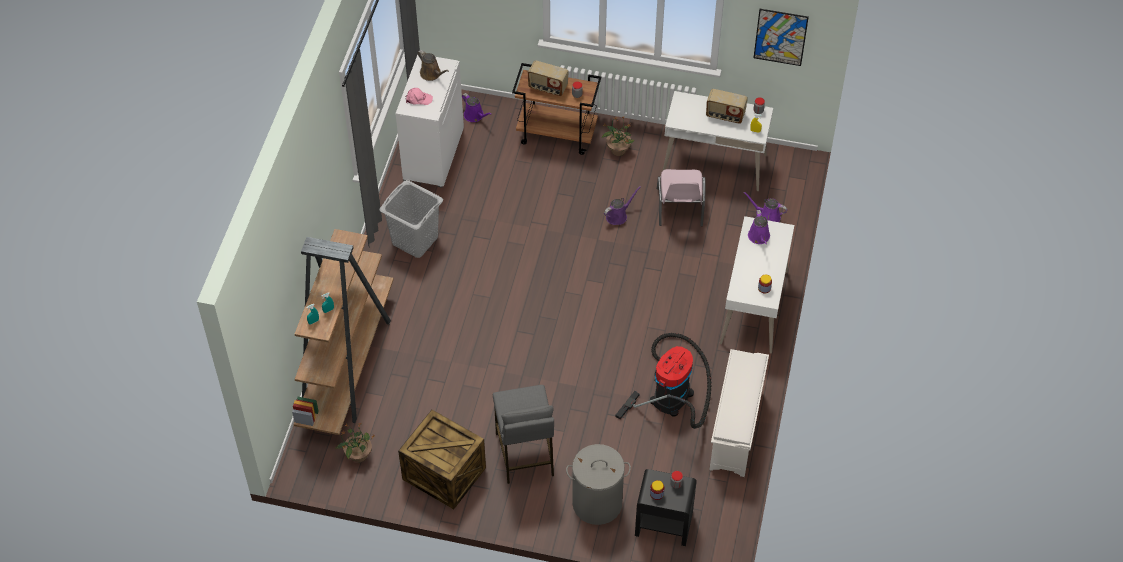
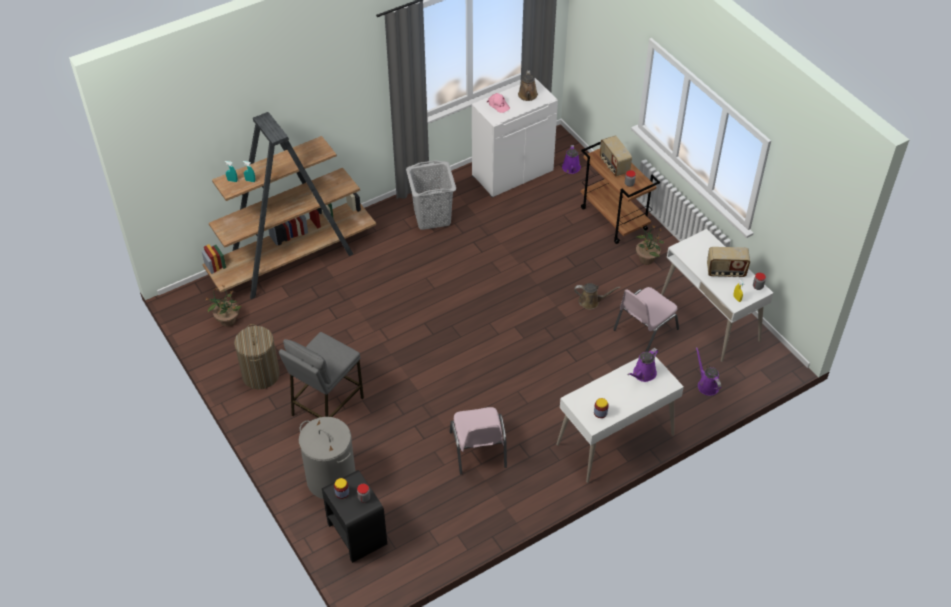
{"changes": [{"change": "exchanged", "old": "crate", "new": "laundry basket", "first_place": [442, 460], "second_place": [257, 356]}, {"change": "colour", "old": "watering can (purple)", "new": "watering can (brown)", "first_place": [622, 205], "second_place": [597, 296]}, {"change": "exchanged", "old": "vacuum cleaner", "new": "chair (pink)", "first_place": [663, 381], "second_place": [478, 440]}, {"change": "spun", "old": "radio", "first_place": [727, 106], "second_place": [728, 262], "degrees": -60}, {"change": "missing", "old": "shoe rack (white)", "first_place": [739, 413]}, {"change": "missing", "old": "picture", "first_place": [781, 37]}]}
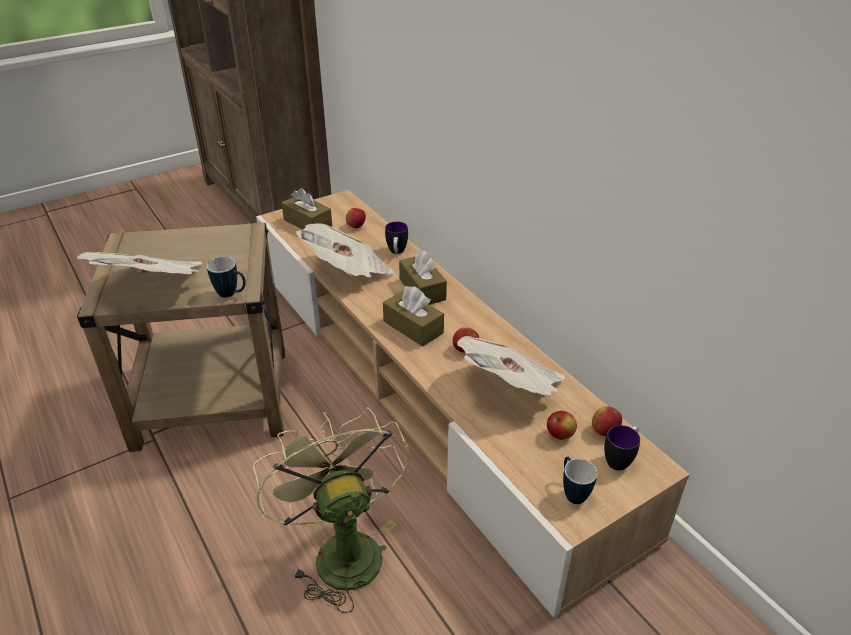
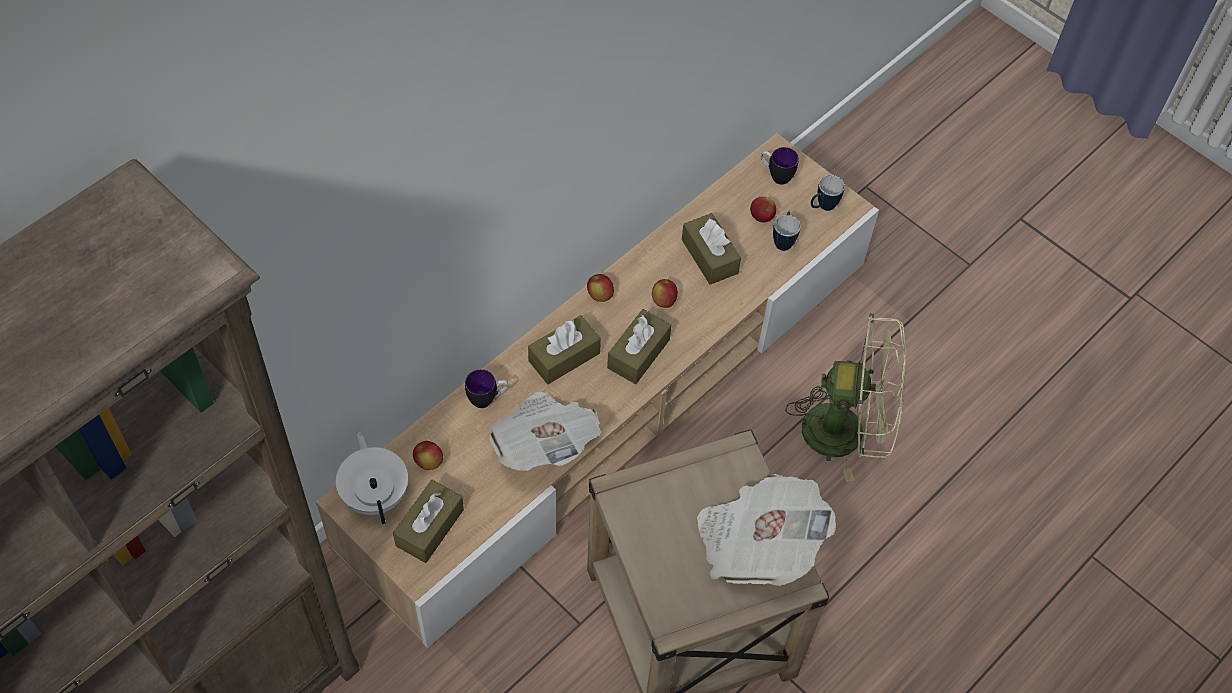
{"changes": [{"change": "relocated", "old": "mug", "first_place": [226, 277], "second_place": [787, 231]}, {"change": "spun", "old": "fan (green)", "first_place": [331, 510], "second_place": [845, 397], "degrees": -135}, {"change": "exchanged", "old": "newspaper", "new": "tissue box (brown)", "first_place": [511, 366], "second_place": [711, 249]}, {"change": "relocated", "old": "apple", "first_place": [607, 421], "second_place": [600, 288]}, {"change": "appeared", "new": "teapot (white)", "second_place": [372, 478]}]}
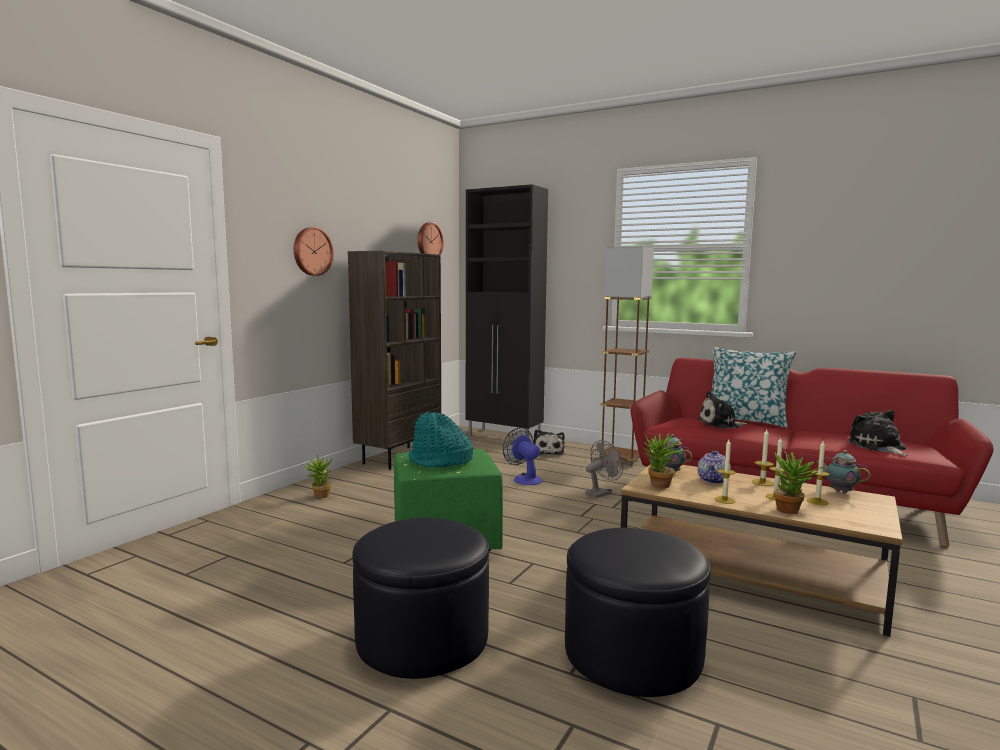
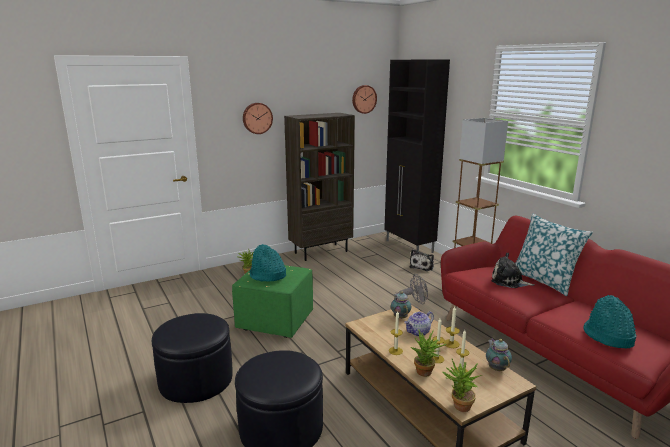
{"changes": [{"change": "missing", "old": "fan", "first_place": [523, 456]}, {"change": "relocated", "old": "potted plant", "first_place": [662, 460], "second_place": [463, 385]}, {"change": "exchanged", "old": "plush toy", "new": "hat (turquoise)", "first_place": [878, 433], "second_place": [610, 321]}]}
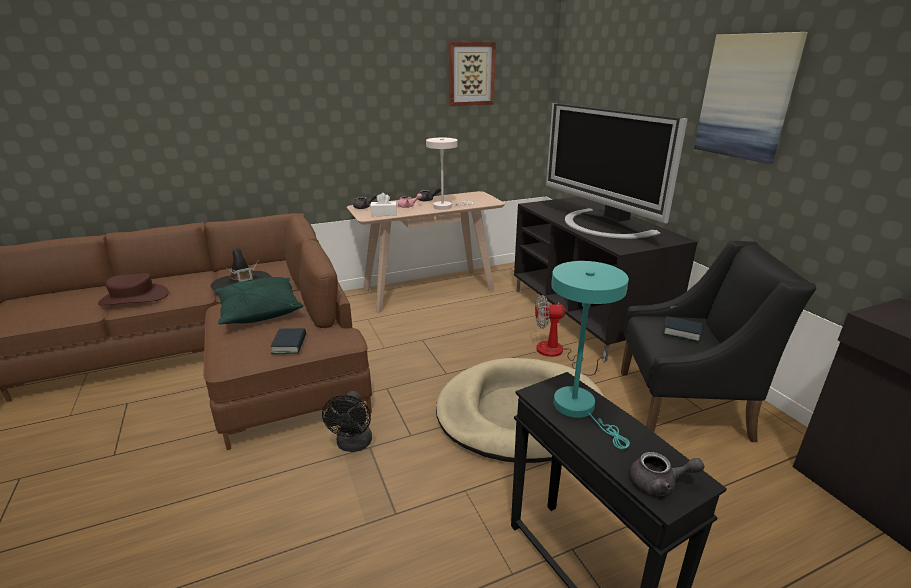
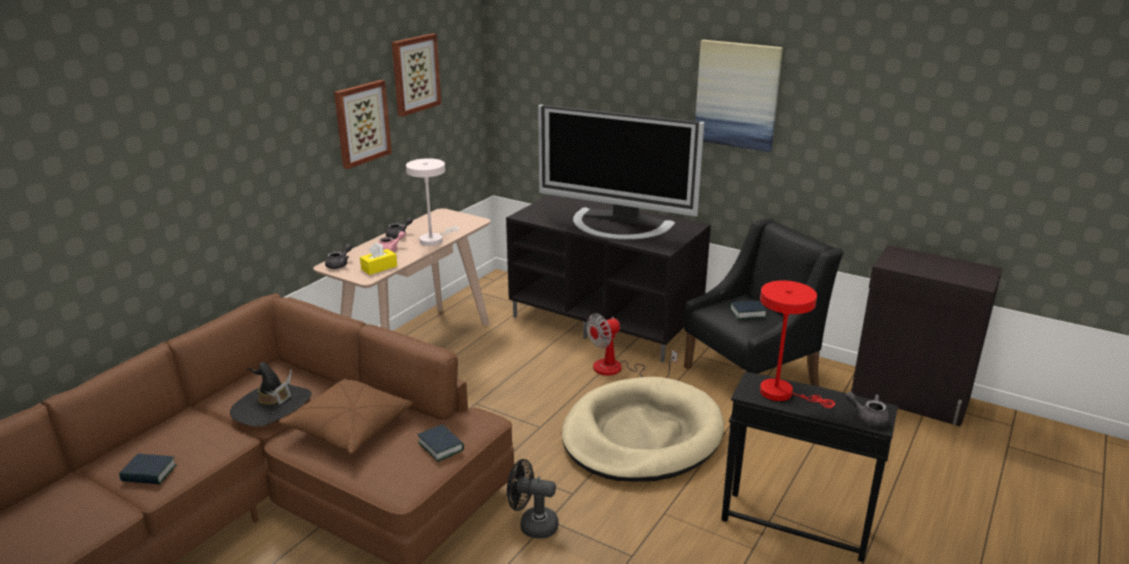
{"changes": [{"change": "exchanged", "old": "hat (brown)", "new": "book", "first_place": [133, 289], "second_place": [148, 469]}, {"change": "colour", "old": "pillow (green)", "new": "pillow (brown)", "first_place": [259, 300], "second_place": [346, 416]}, {"change": "spun", "old": "fan (black)", "first_place": [347, 421], "second_place": [533, 499], "degrees": 135}, {"change": "colour", "old": "tissue box (white)", "new": "tissue box (yellow)", "first_place": [384, 204], "second_place": [378, 258]}, {"change": "colour", "old": "table lamp (turquoise)", "new": "table lamp (red)", "first_place": [590, 355], "second_place": [797, 344]}, {"change": "spun", "old": "teapot (grey)", "first_place": [667, 474], "second_place": [867, 409], "degrees": -120}, {"change": "appeared", "new": "picture", "second_place": [363, 124]}]}
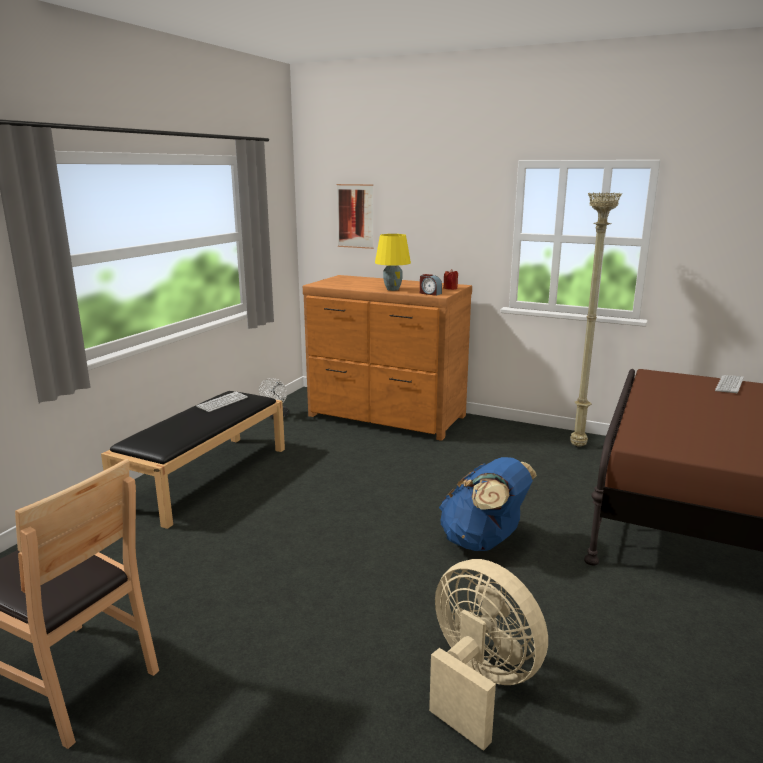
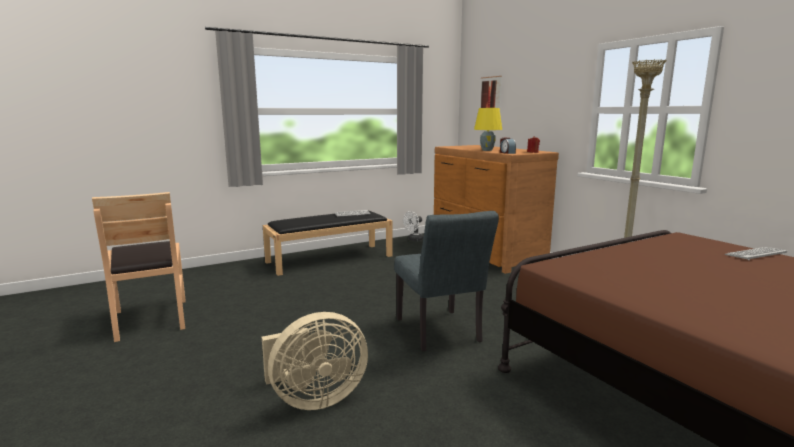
{"changes": [{"change": "spun", "old": "fan (beige)", "first_place": [488, 655], "second_place": [315, 361], "degrees": 75}, {"change": "exchanged", "old": "backpack (blue)", "new": "chair (grey)", "first_place": [488, 504], "second_place": [446, 281]}]}
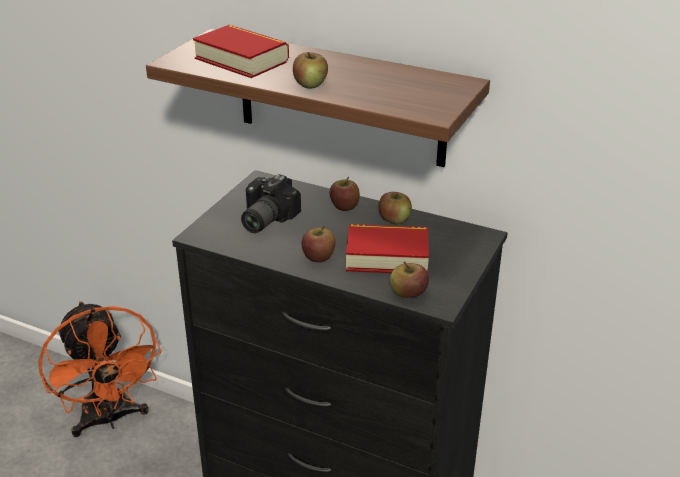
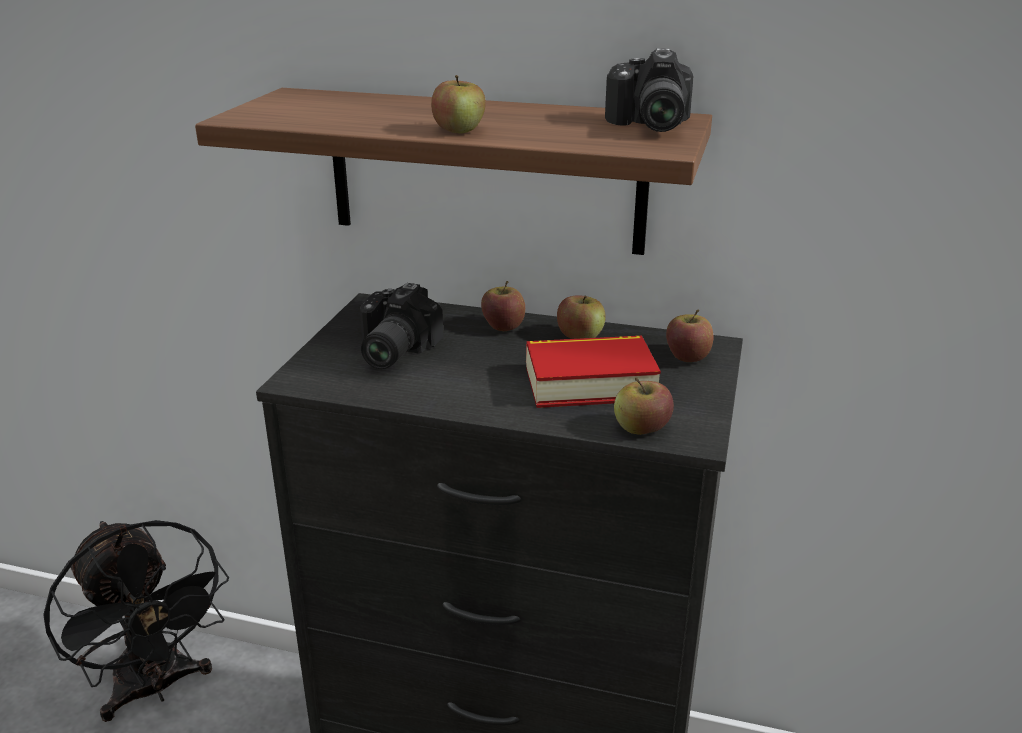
{"changes": [{"change": "colour", "old": "fan (orange)", "new": "fan (black)", "first_place": [100, 369], "second_place": [136, 621]}, {"change": "missing", "old": "book", "first_place": [241, 51]}, {"change": "relocated", "old": "apple", "first_place": [319, 244], "second_place": [690, 336]}, {"change": "appeared", "new": "photo camera", "second_place": [649, 90]}]}
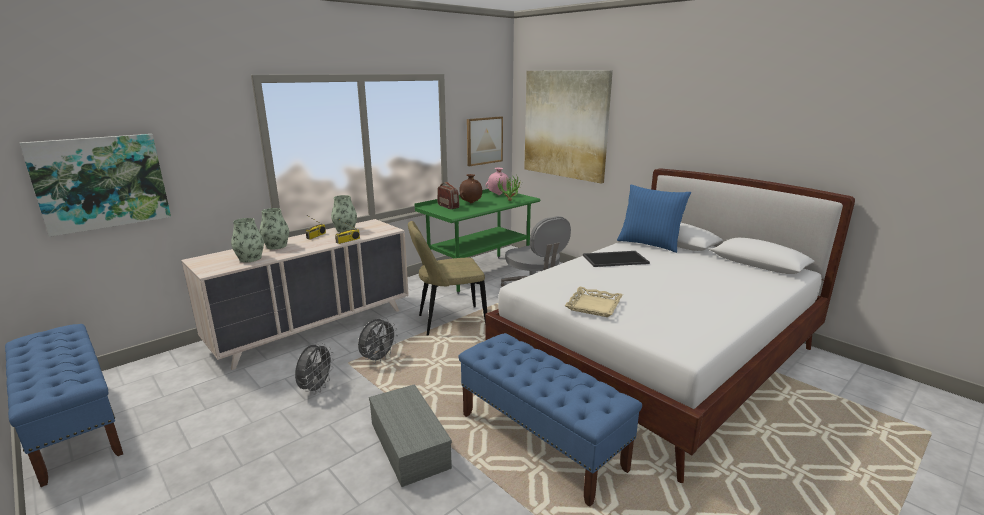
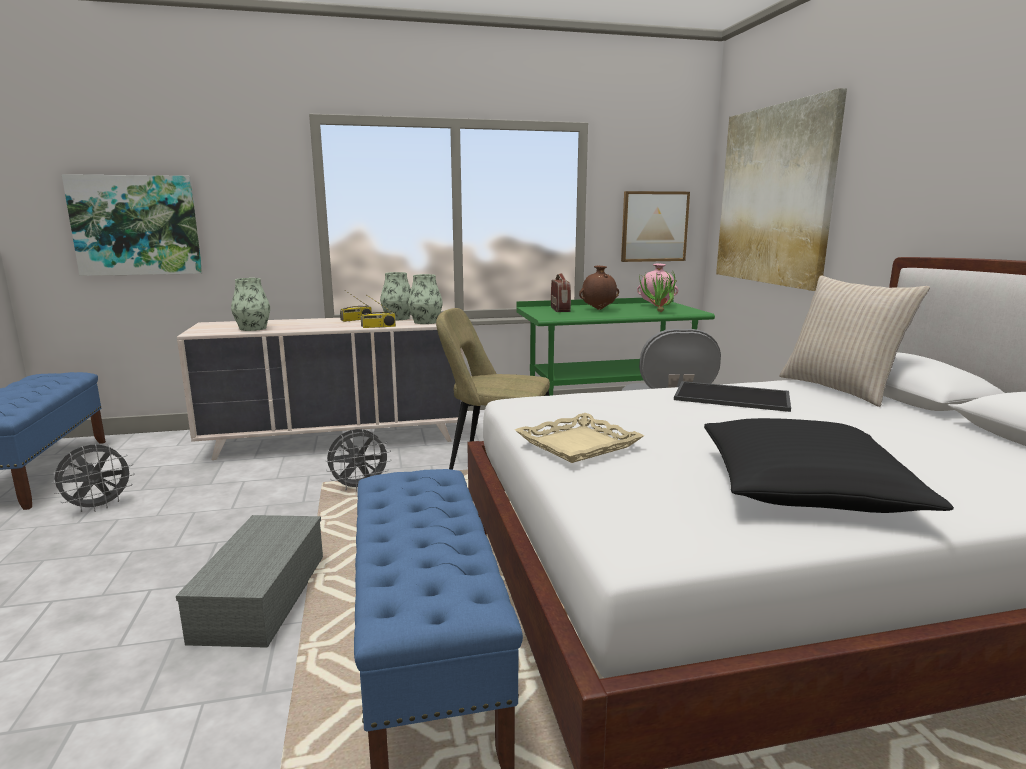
{"changes": [{"change": "relocated", "old": "vase", "first_place": [274, 228], "second_place": [425, 299]}, {"change": "relocated", "old": "fan (grey)", "first_place": [314, 368], "second_place": [93, 478]}, {"change": "colour", "old": "pillow (blue)", "new": "pillow (beige)", "first_place": [654, 218], "second_place": [854, 341]}, {"change": "appeared", "new": "pillow (black)", "second_place": [829, 465]}]}
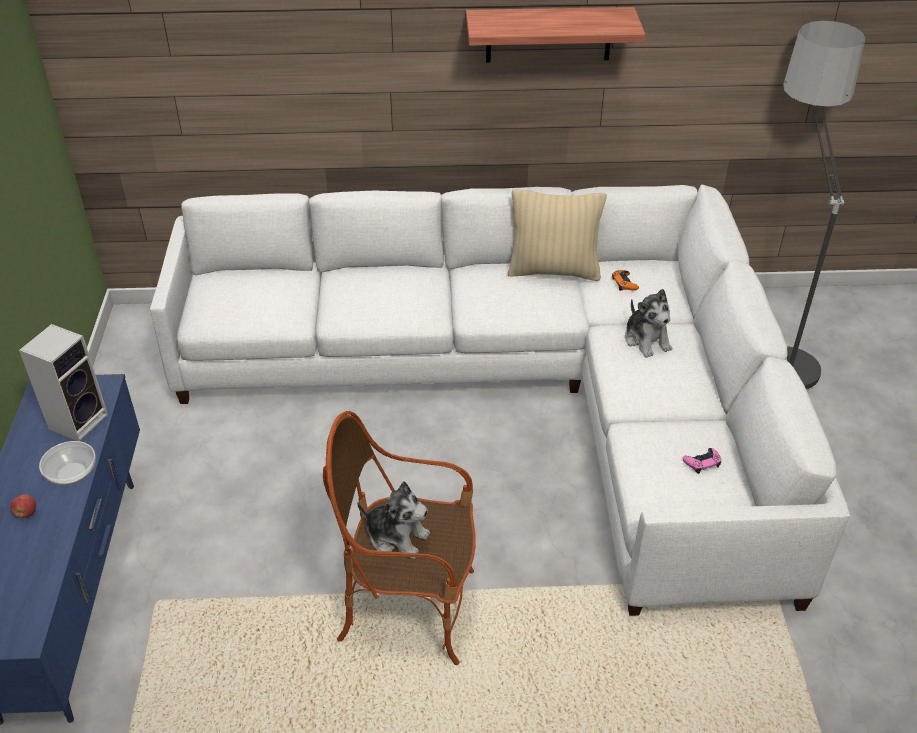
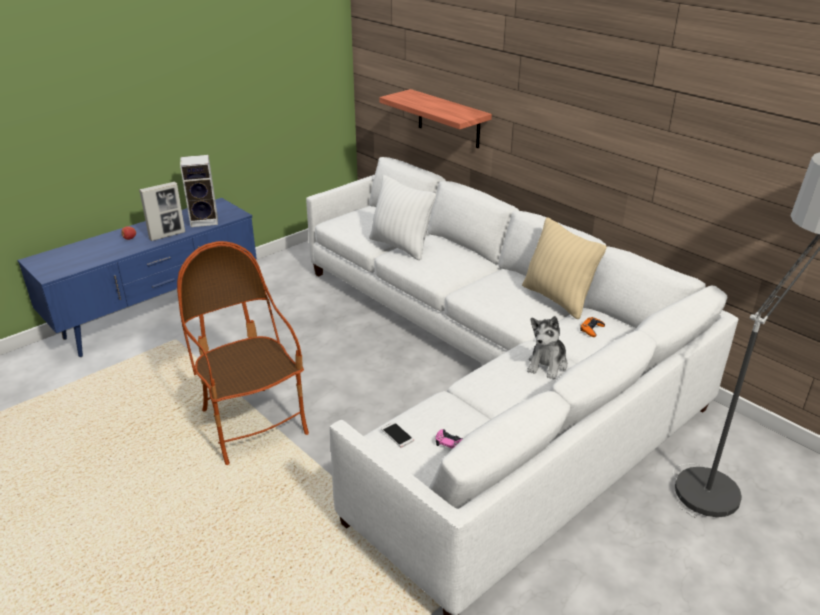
{"changes": [{"change": "exchanged", "old": "bowl", "new": "picture frame", "first_place": [67, 463], "second_place": [162, 211]}, {"change": "missing", "old": "plush toy", "first_place": [393, 520]}, {"change": "relocated", "old": "shelf", "first_place": [556, 35], "second_place": [435, 118]}, {"change": "appeared", "new": "pillow (white)", "second_place": [402, 217]}, {"change": "appeared", "new": "phone", "second_place": [397, 435]}]}
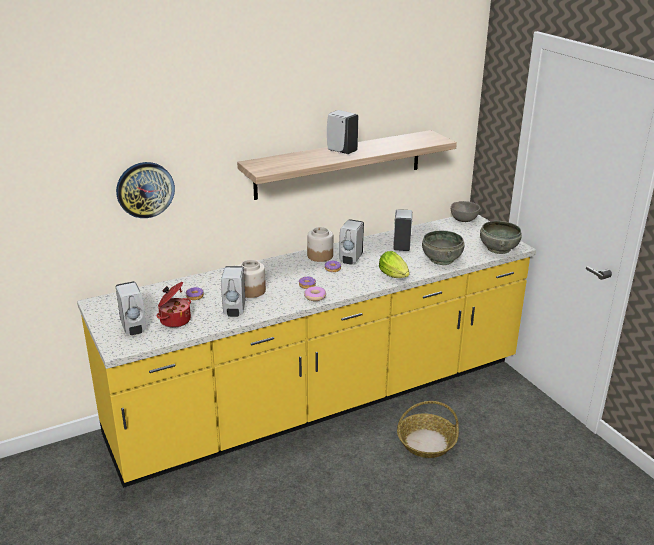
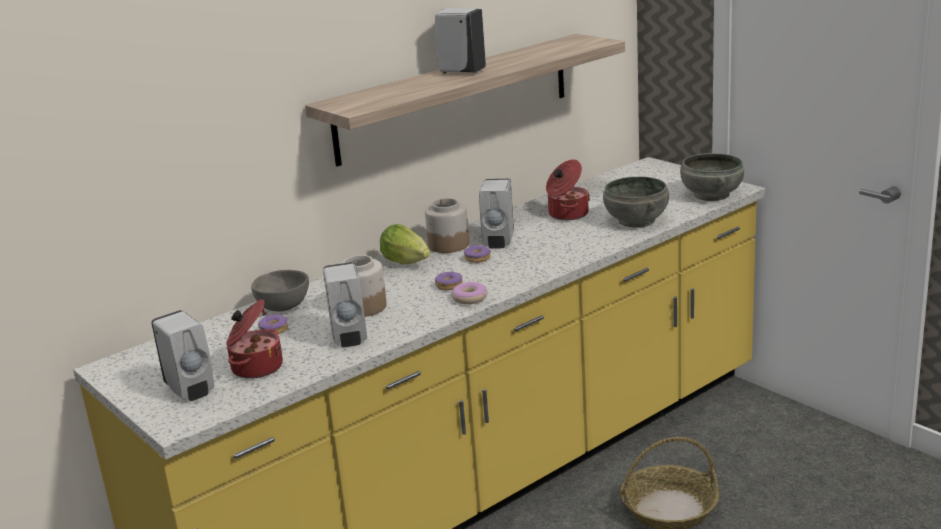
{"changes": [{"change": "missing", "old": "wall clock", "first_place": [145, 190]}, {"change": "relocated", "old": "lettuce", "first_place": [394, 264], "second_place": [405, 244]}, {"change": "exchanged", "old": "soap dispenser (white)", "new": "cooking pot", "first_place": [402, 230], "second_place": [568, 190]}, {"change": "relocated", "old": "bowl (grey)", "first_place": [465, 211], "second_place": [280, 290]}]}
